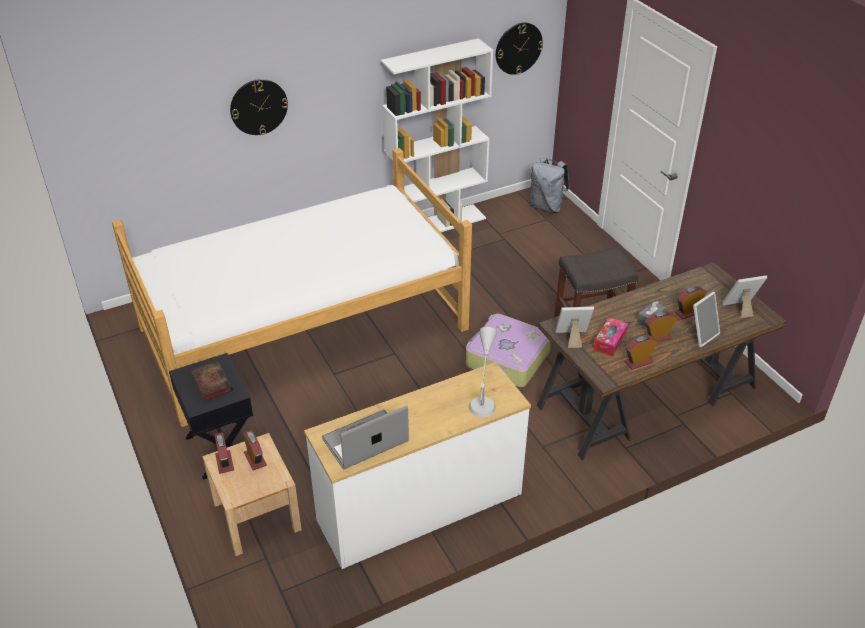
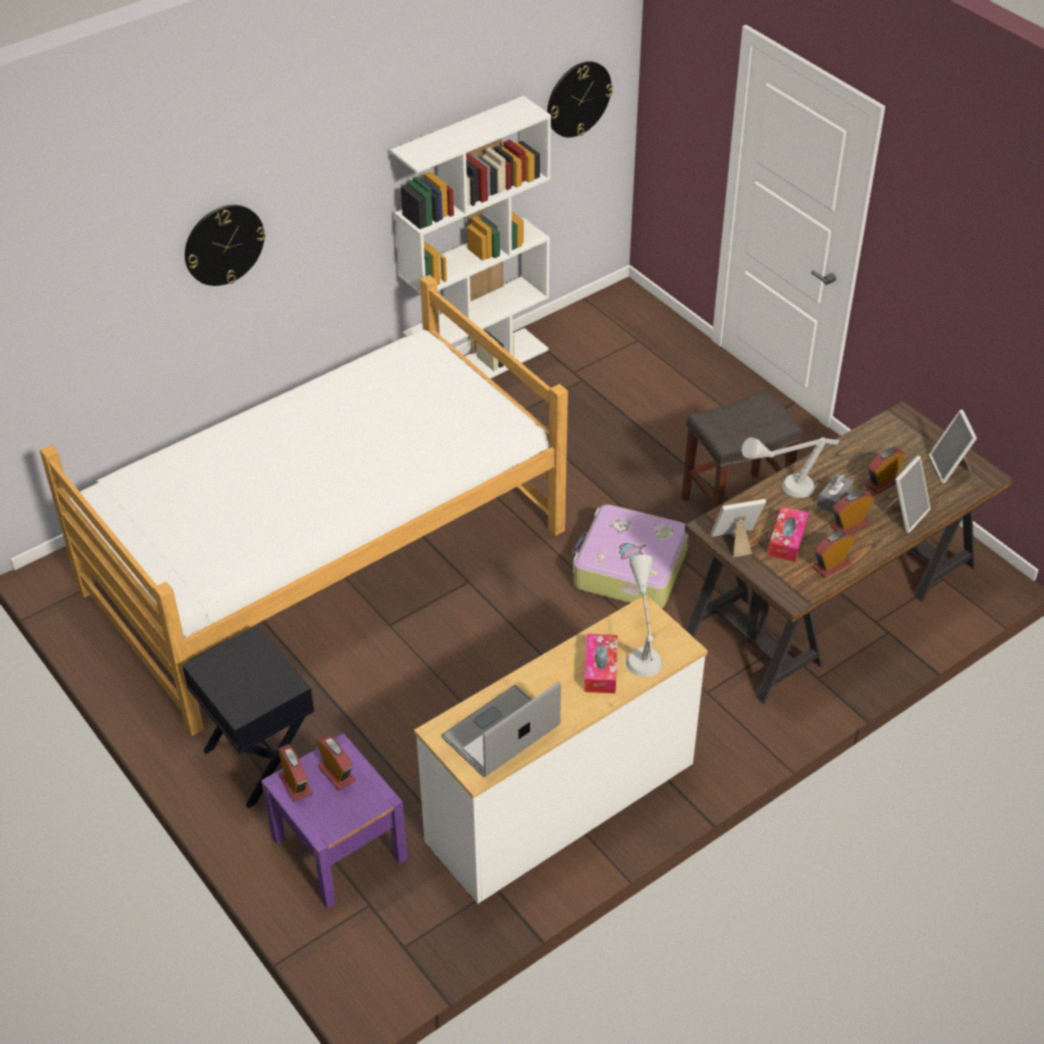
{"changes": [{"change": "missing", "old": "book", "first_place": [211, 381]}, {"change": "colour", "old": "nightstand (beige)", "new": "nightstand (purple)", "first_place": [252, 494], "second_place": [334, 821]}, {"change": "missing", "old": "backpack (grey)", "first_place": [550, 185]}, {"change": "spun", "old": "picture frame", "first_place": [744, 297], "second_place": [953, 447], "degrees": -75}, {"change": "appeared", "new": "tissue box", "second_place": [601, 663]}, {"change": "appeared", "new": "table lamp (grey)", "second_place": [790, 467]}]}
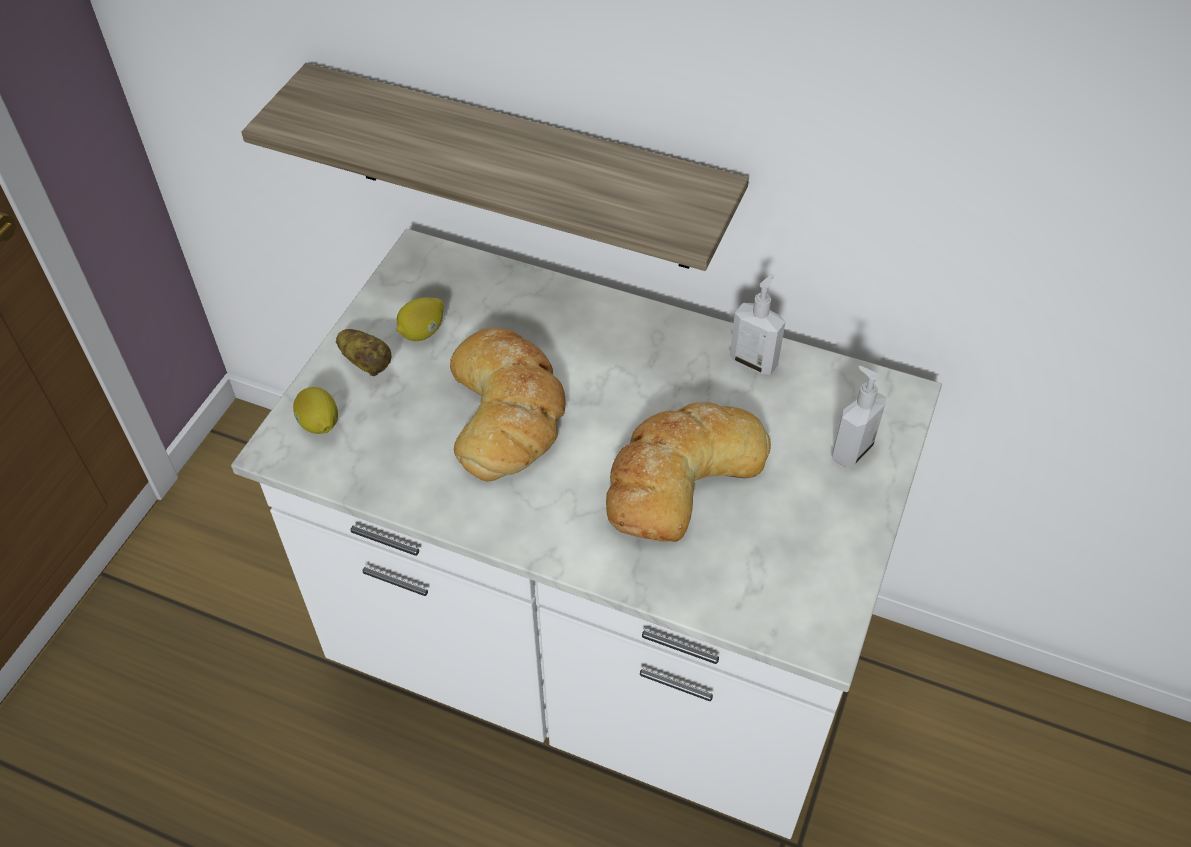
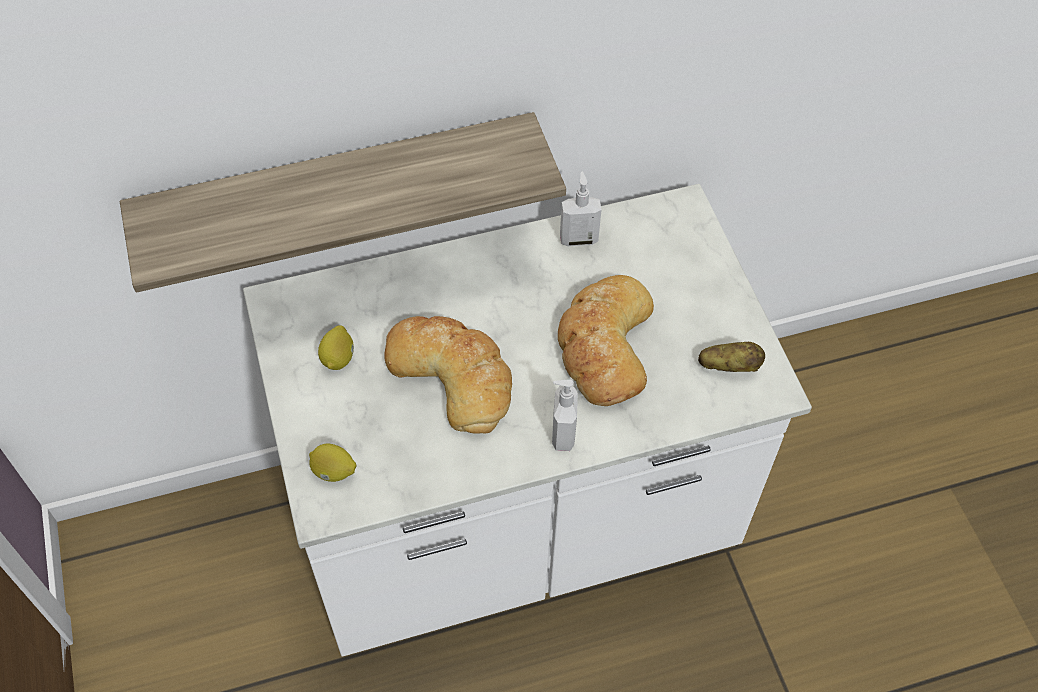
{"changes": [{"change": "relocated", "old": "potato", "first_place": [363, 352], "second_place": [731, 357]}, {"change": "relocated", "old": "soap dispenser", "first_place": [859, 417], "second_place": [565, 415]}]}
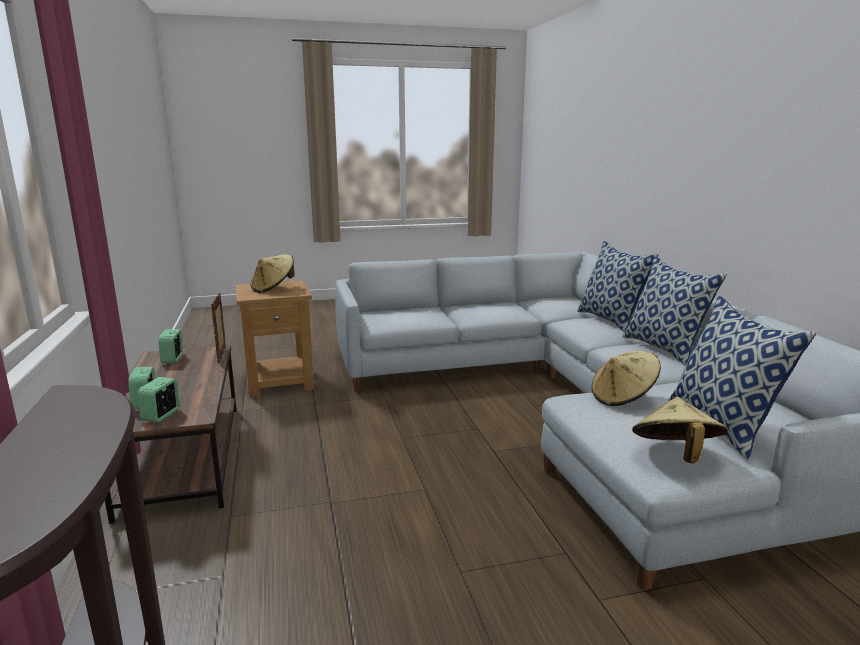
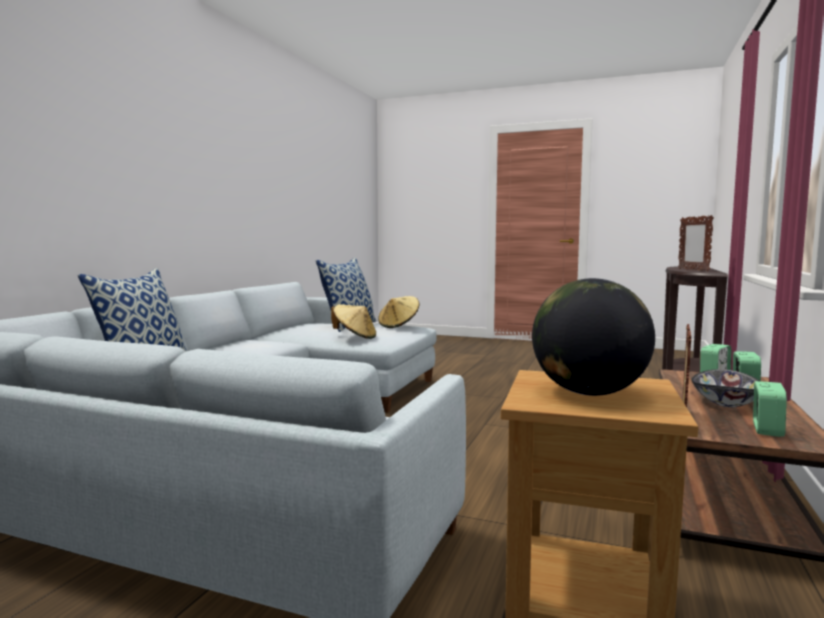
{"changes": [{"change": "exchanged", "old": "hat (beige)", "new": "globe", "first_place": [272, 273], "second_place": [593, 337]}, {"change": "missing", "old": "pillow", "first_place": [675, 311]}, {"change": "appeared", "new": "picture frame", "second_place": [696, 243]}, {"change": "appeared", "new": "bowl", "second_place": [726, 388]}]}
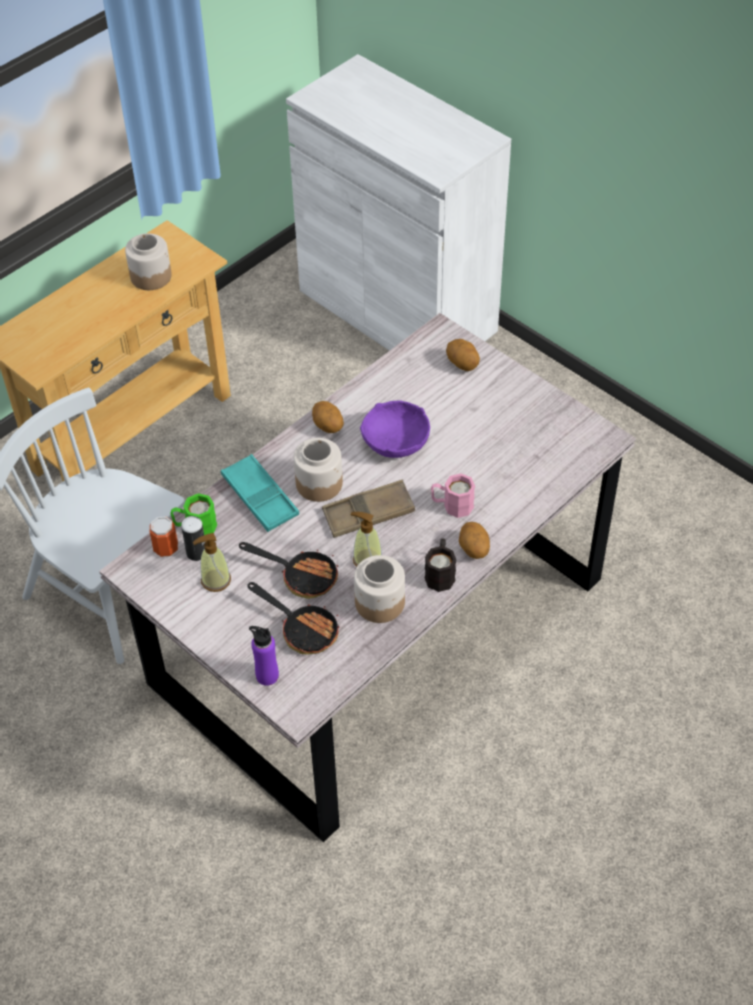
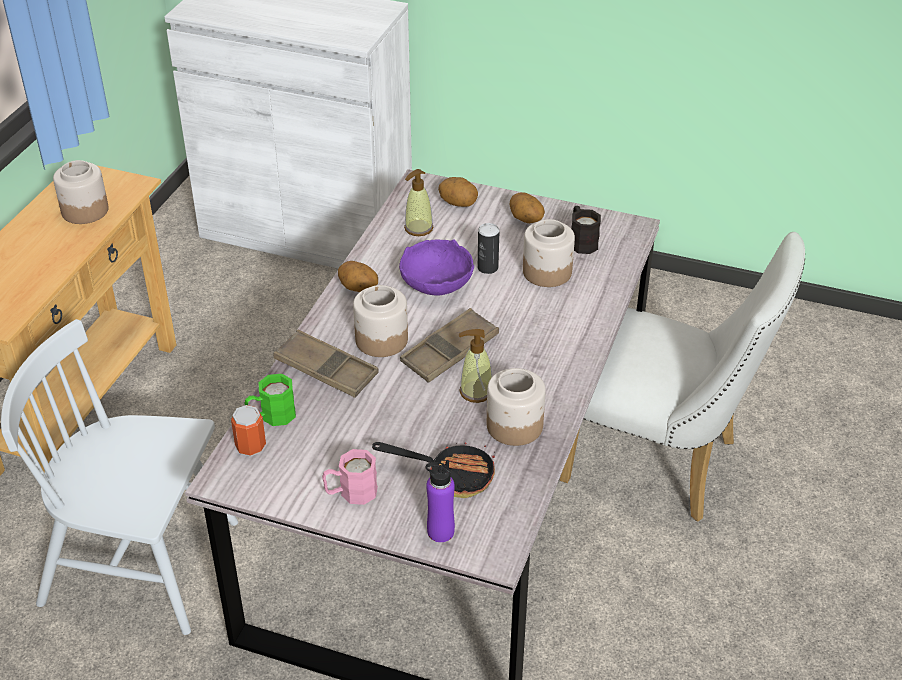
{"changes": [{"change": "relocated", "old": "can", "first_place": [193, 538], "second_place": [488, 248]}, {"change": "relocated", "old": "soap dispenser", "first_place": [212, 562], "second_place": [418, 202]}, {"change": "colour", "old": "tray (turquoise)", "new": "tray (brown)", "first_place": [260, 493], "second_place": [326, 364]}, {"change": "missing", "old": "frying pan", "first_place": [288, 570]}, {"change": "relocated", "old": "mug (black)", "first_place": [440, 565], "second_place": [586, 230]}, {"change": "relocated", "old": "mug (pink)", "first_place": [453, 495], "second_place": [350, 477]}, {"change": "relocated", "old": "potato", "first_place": [474, 540], "second_place": [527, 207]}, {"change": "appeared", "new": "jar", "second_place": [549, 253]}, {"change": "appeared", "new": "chair (white)", "second_place": [682, 377]}]}
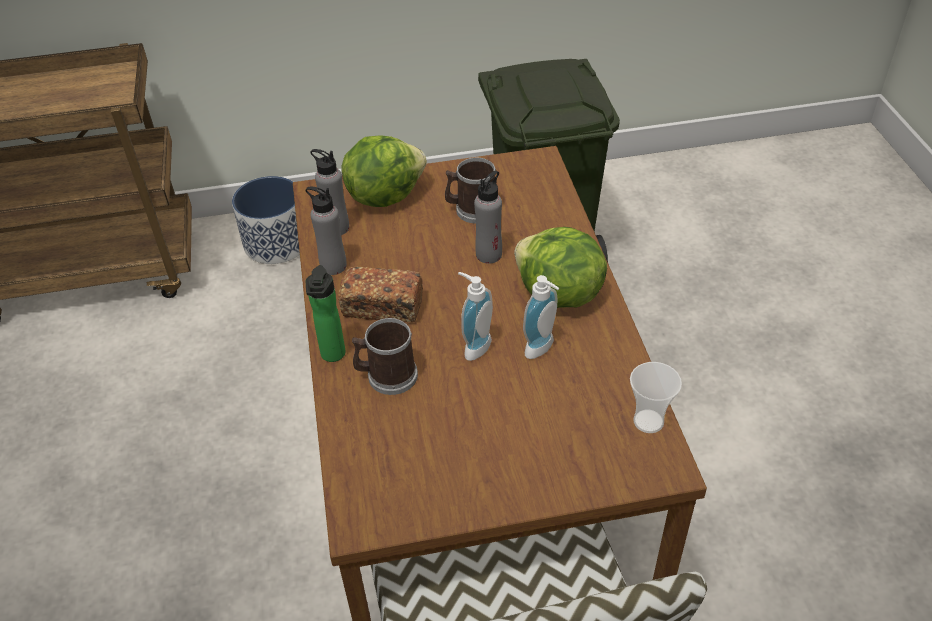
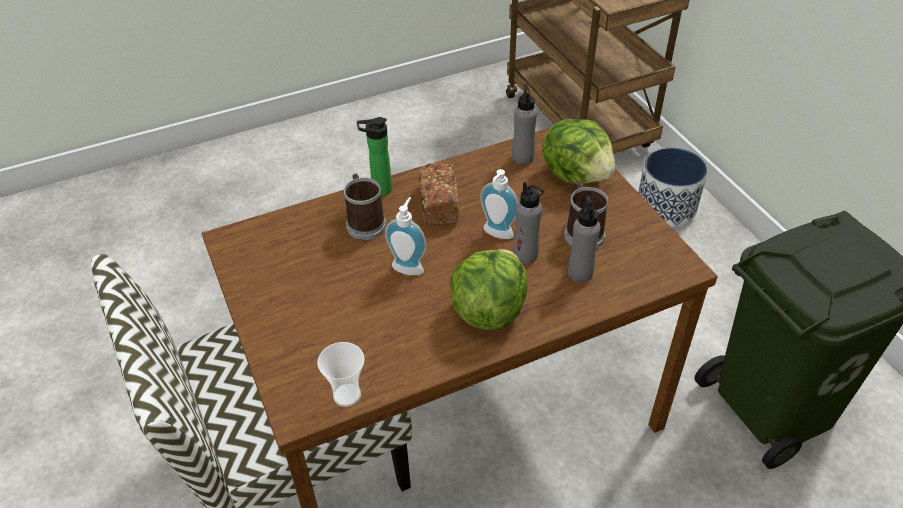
{"changes": [{"change": "relocated", "old": "bottle (grey)", "first_place": [326, 231], "second_place": [584, 238]}, {"change": "relocated", "old": "soap dispenser", "first_place": [541, 317], "second_place": [499, 204]}]}
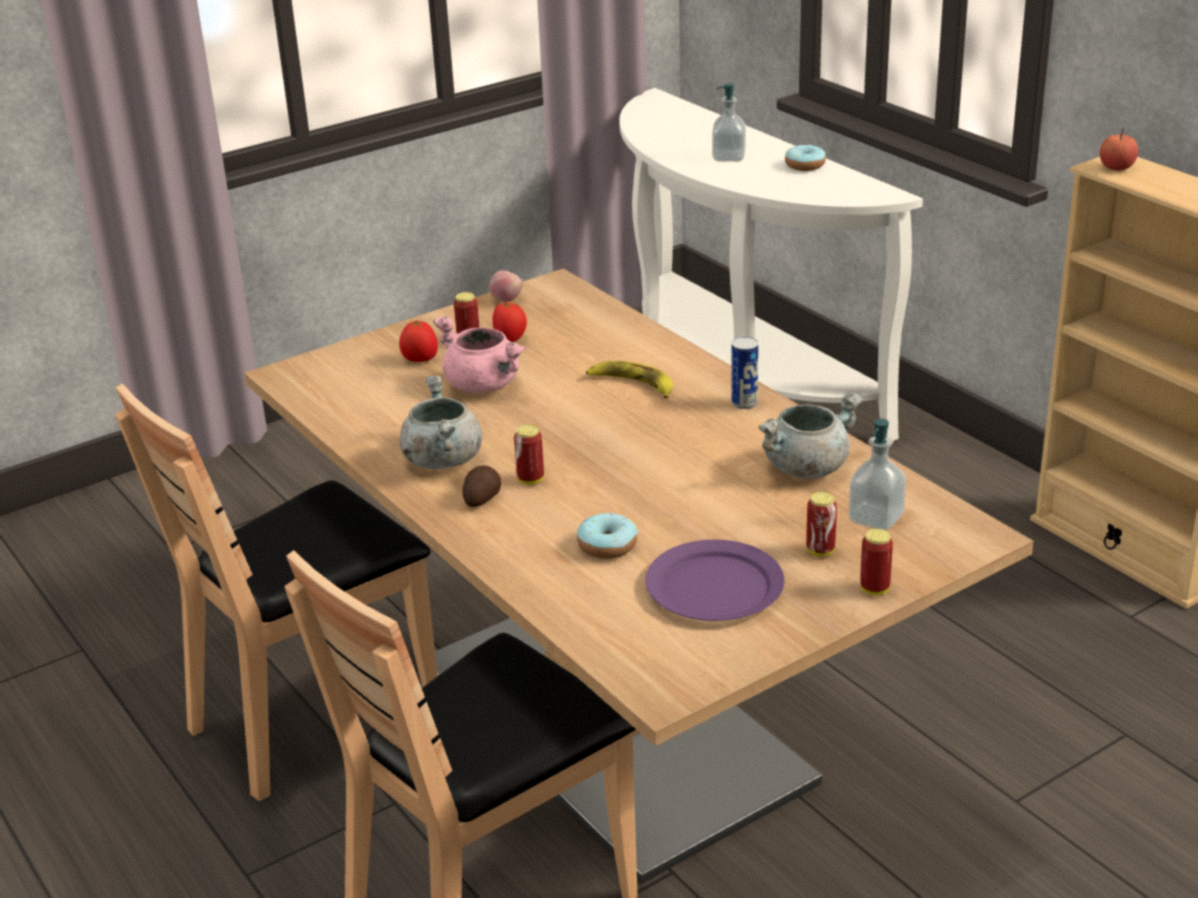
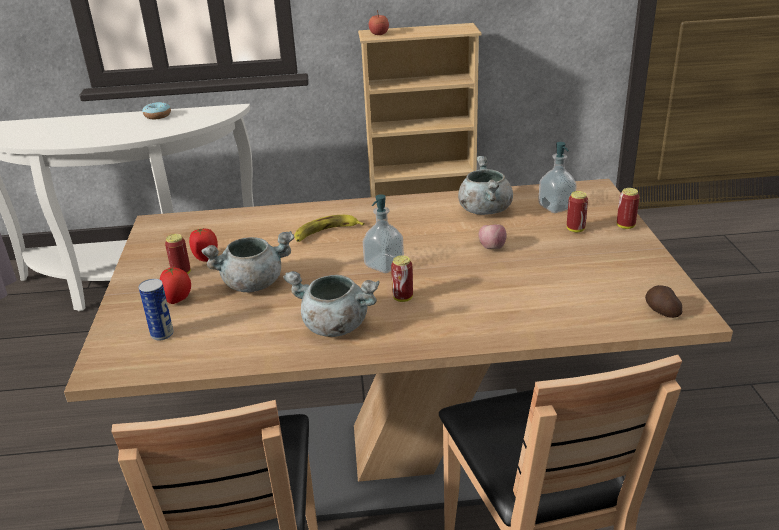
{"changes": [{"change": "colour", "old": "cooking pot (pink)", "new": "cooking pot (grey)", "first_place": [479, 354], "second_place": [247, 261]}, {"change": "relocated", "old": "potato", "first_place": [482, 486], "second_place": [664, 301]}, {"change": "relocated", "old": "apple", "first_place": [506, 286], "second_place": [492, 236]}, {"change": "missing", "old": "donut", "first_place": [607, 536]}, {"change": "missing", "old": "plate (purple)", "first_place": [714, 580]}, {"change": "relocated", "old": "soap dispenser", "first_place": [729, 122], "second_place": [383, 233]}, {"change": "relocated", "old": "can", "first_place": [744, 373], "second_place": [156, 309]}]}
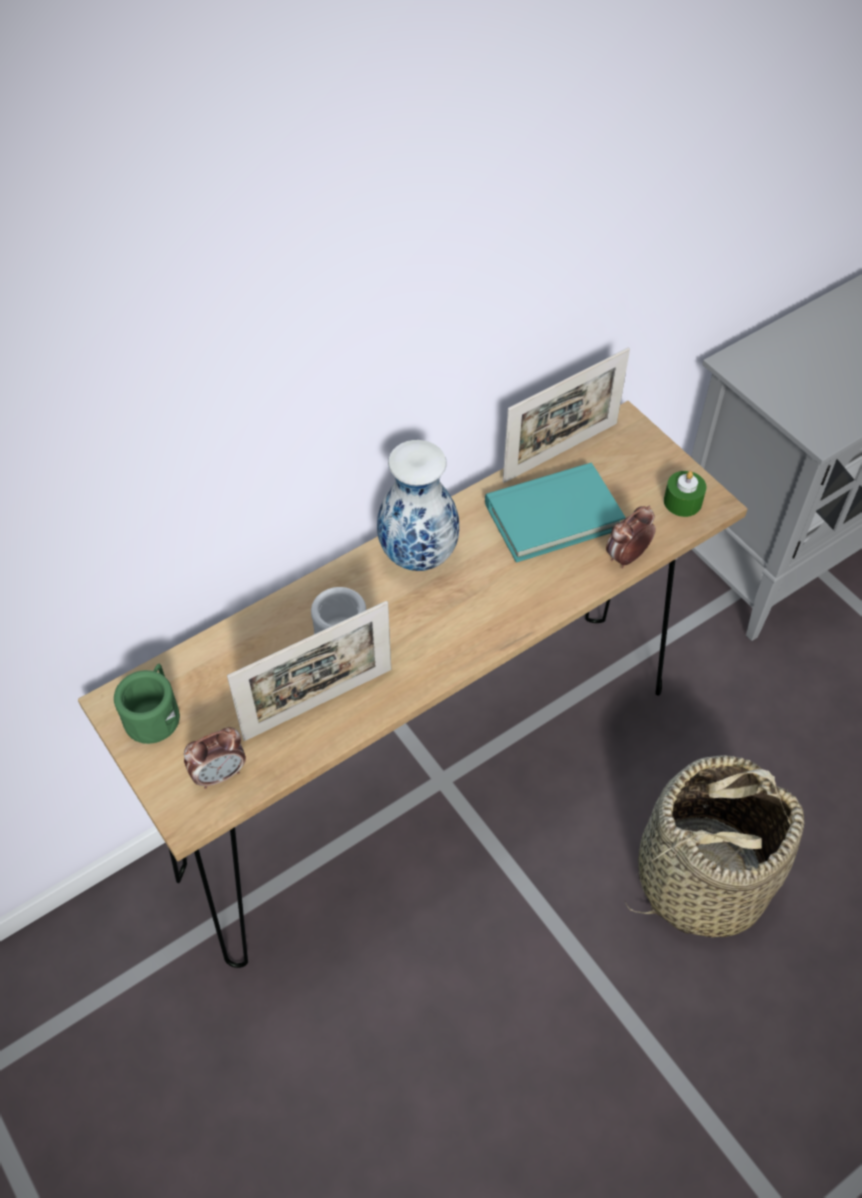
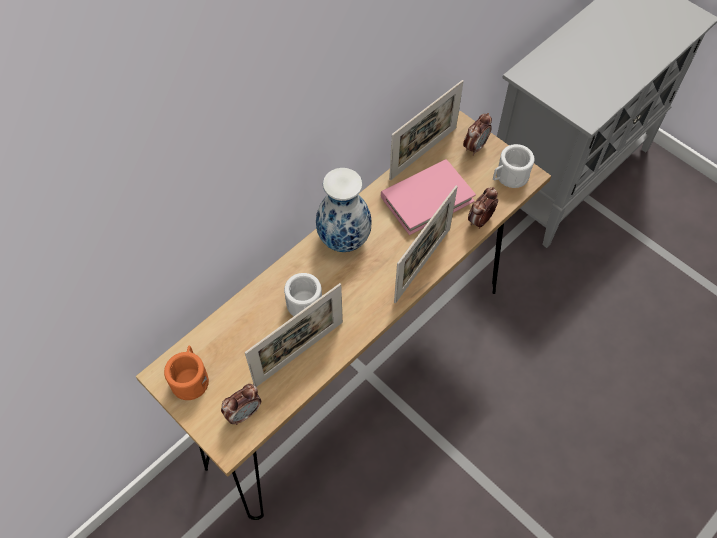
{"changes": [{"change": "colour", "old": "mug (green)", "new": "mug (orange)", "first_place": [147, 704], "second_place": [186, 372]}, {"change": "colour", "old": "book (turquoise)", "new": "book (pink)", "first_place": [555, 513], "second_place": [428, 197]}, {"change": "missing", "old": "basket", "first_place": [714, 846]}, {"change": "exchanged", "old": "candle (green)", "new": "mug (white)", "first_place": [685, 494], "second_place": [513, 166]}, {"change": "appeared", "new": "picture frame", "second_place": [426, 244]}, {"change": "appeared", "new": "alarm clock", "second_place": [477, 134]}]}
